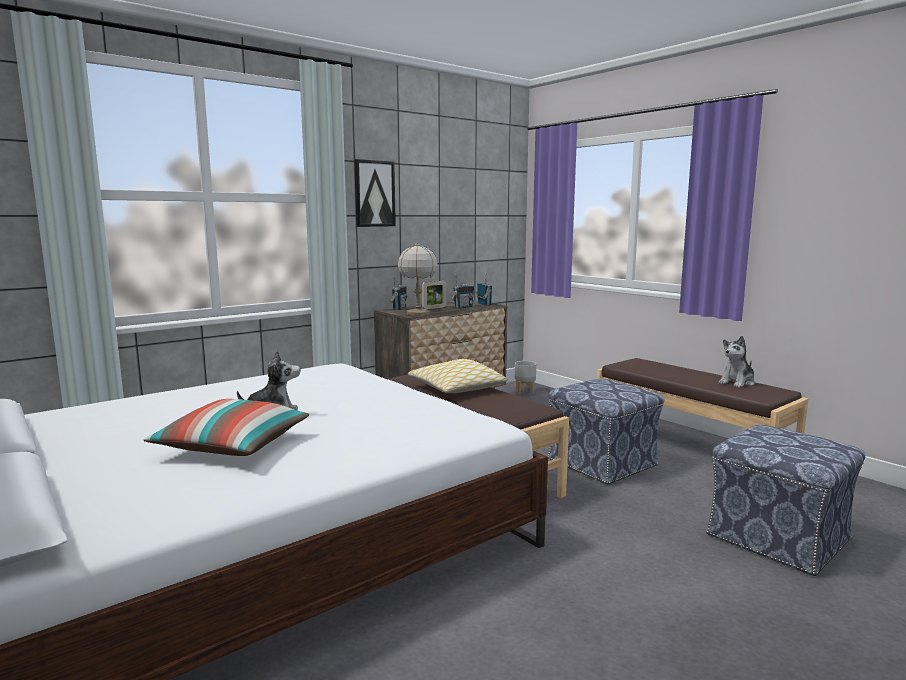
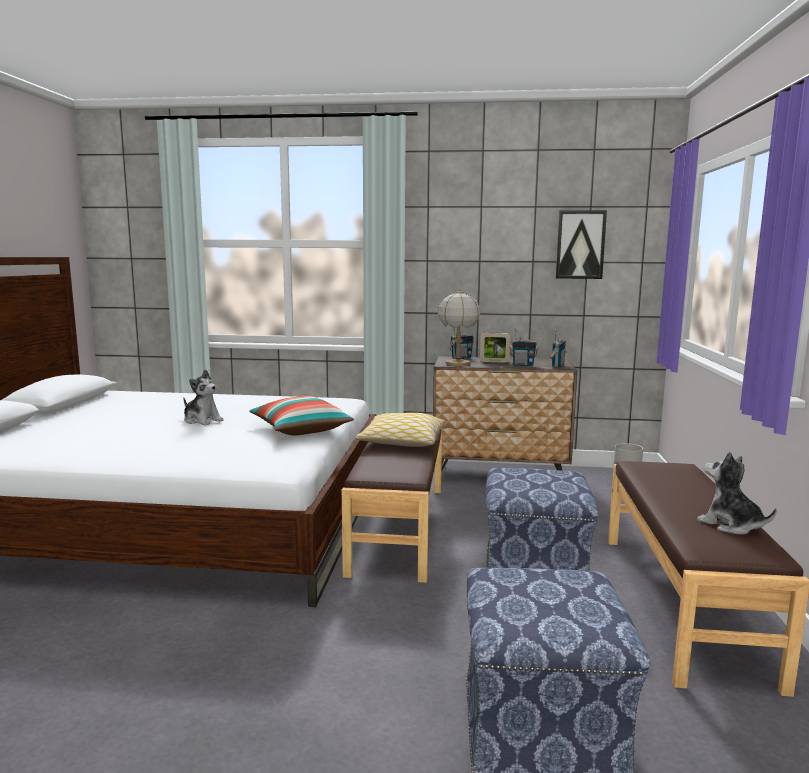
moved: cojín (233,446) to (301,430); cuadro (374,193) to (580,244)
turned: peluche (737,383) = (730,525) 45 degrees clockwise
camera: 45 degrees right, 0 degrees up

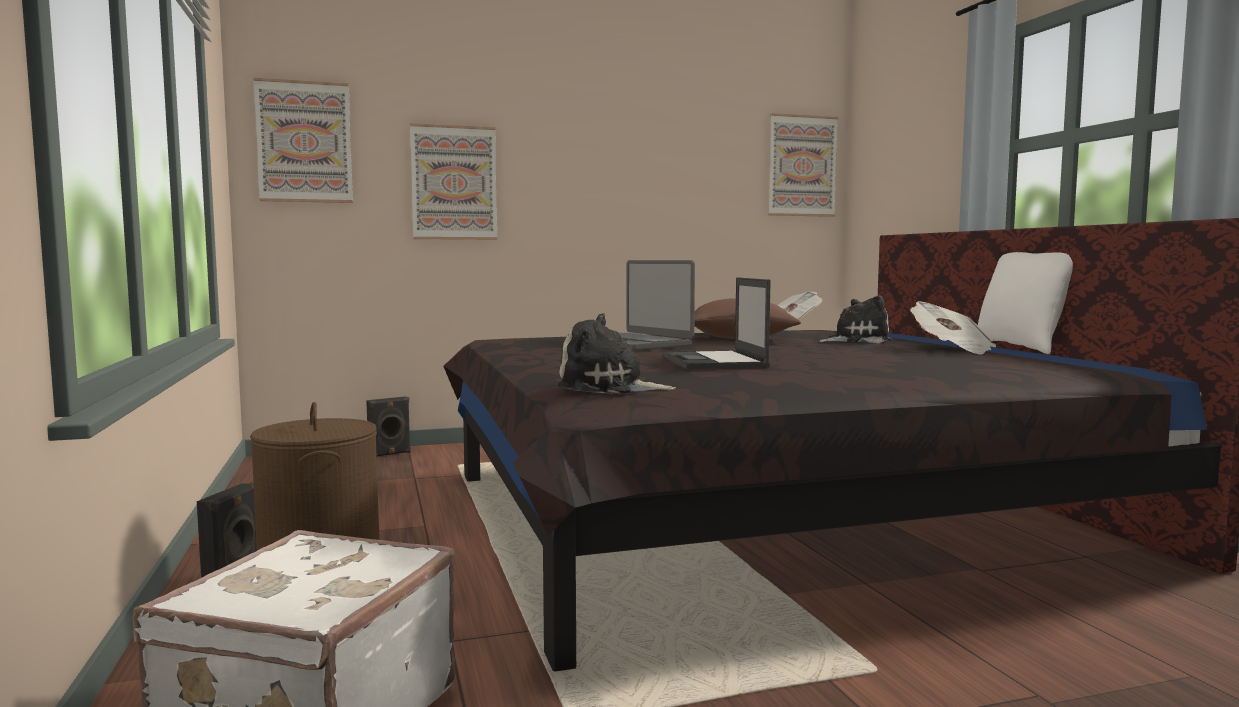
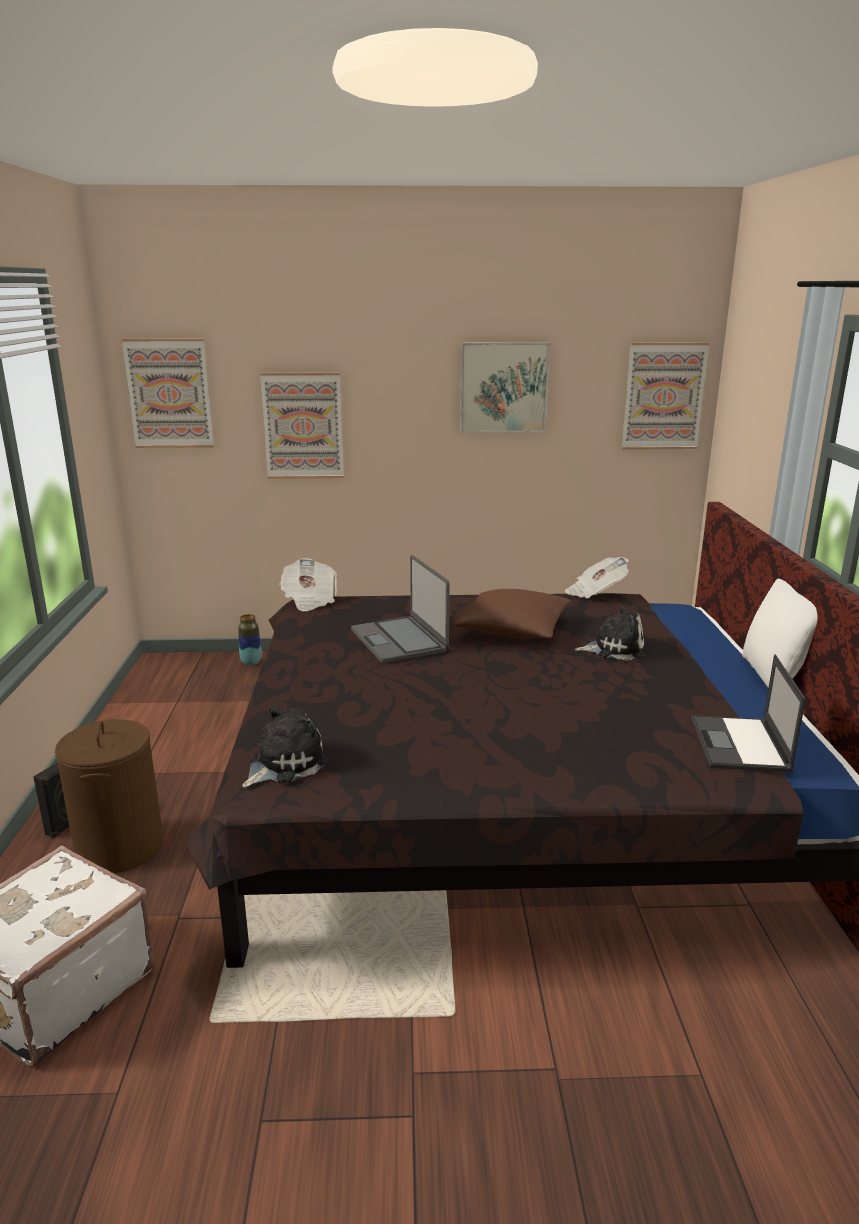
added: cuadro (503,387)
moved: portátil (715,362) to (740,745); periódico (952,350) to (309,600)
replaced: altavoz/negro (390,454) to florero (251,662)
turned: peluche (609,388) = (284,764) 105 degrees clockwise
camera: 15 degrees right, 15 degrees up

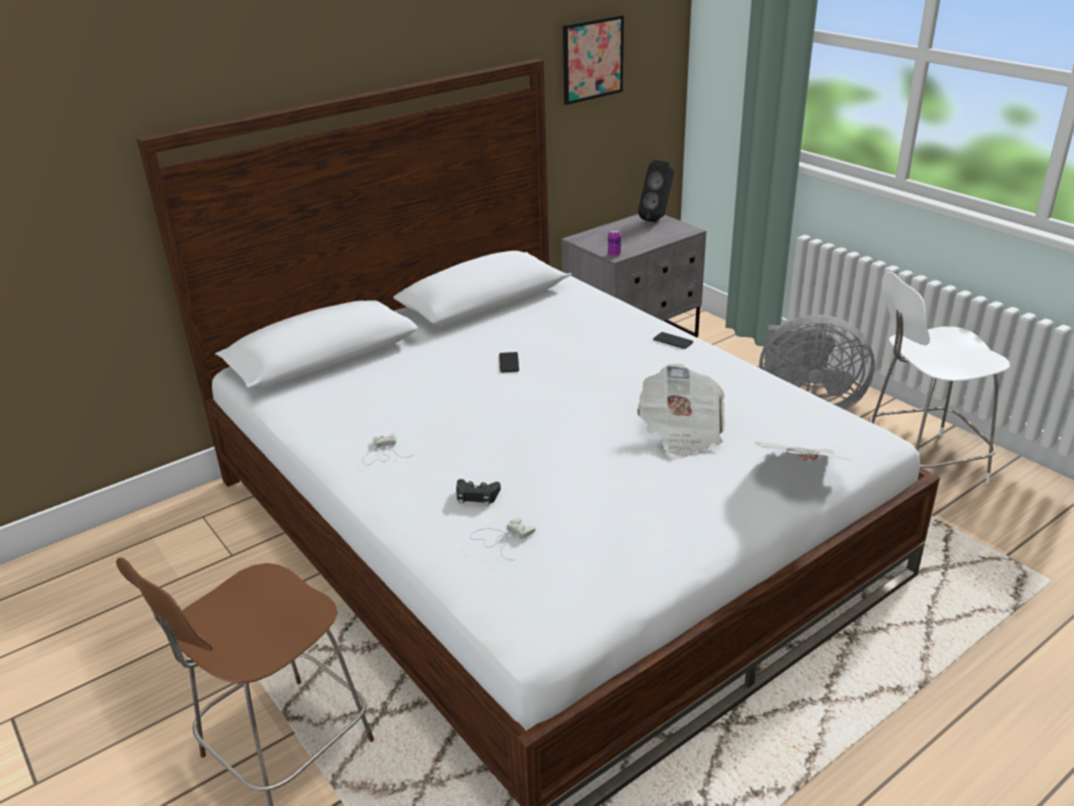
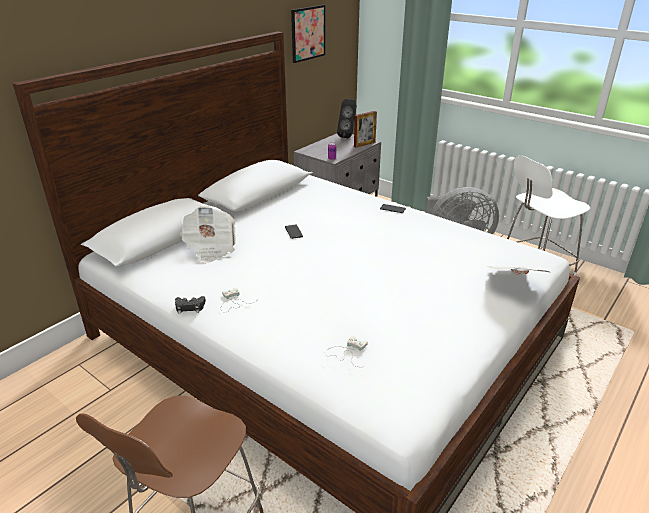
added: portarretratos (364,144)
moved: mando de consola/negro (477,496) to (190,307); periódico (680,432) to (210,248)
camera: 15 degrees left, 0 degrees up

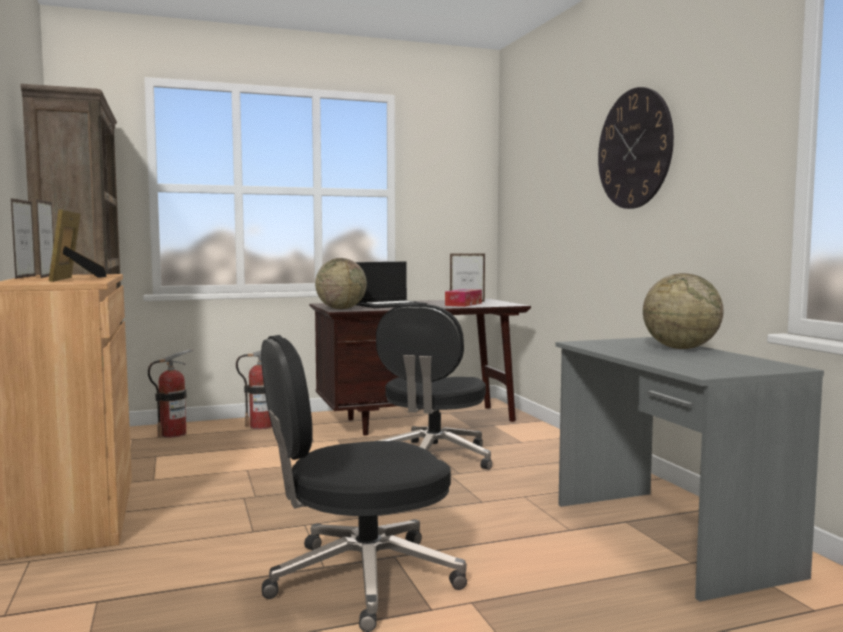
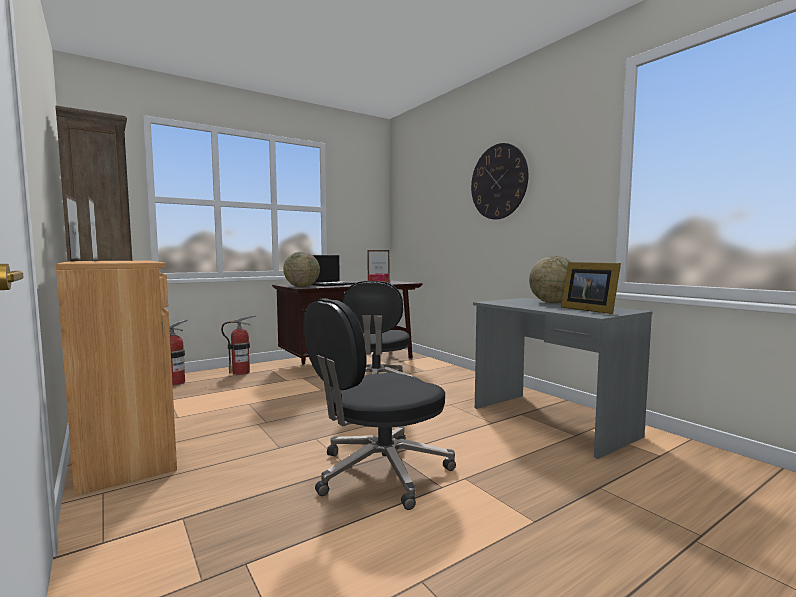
moved: portarretratos (73,279) to (588,310)
camera: 15 degrees left, 0 degrees up

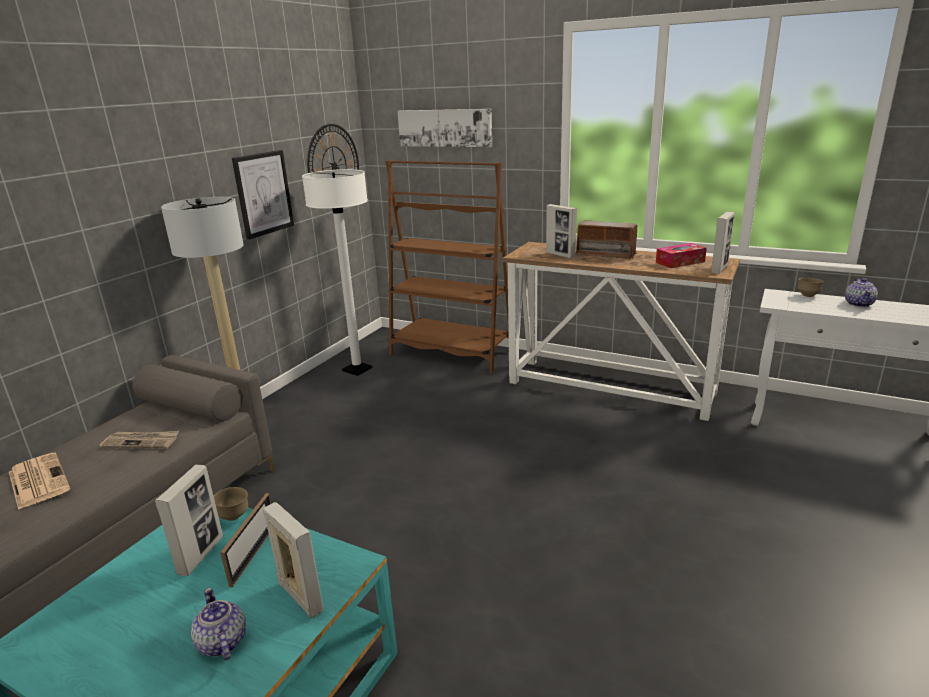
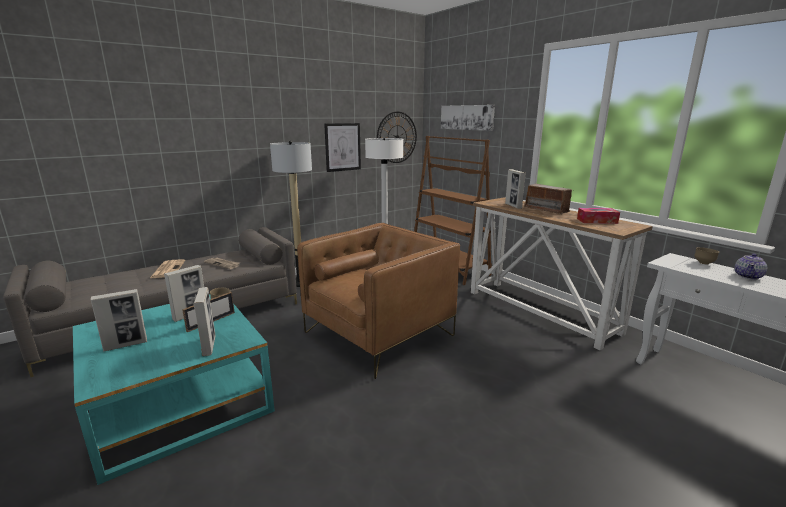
removed: tetera (222,643)
added: sillón/marrón (379,334)
moved: portarretratos (719,269) to (126,345)
camera: 25 degrees right, 5 degrees down

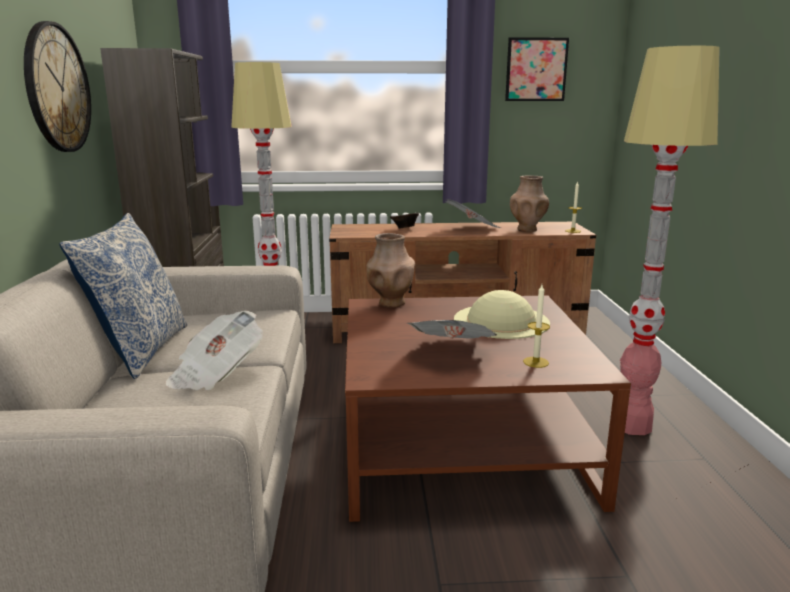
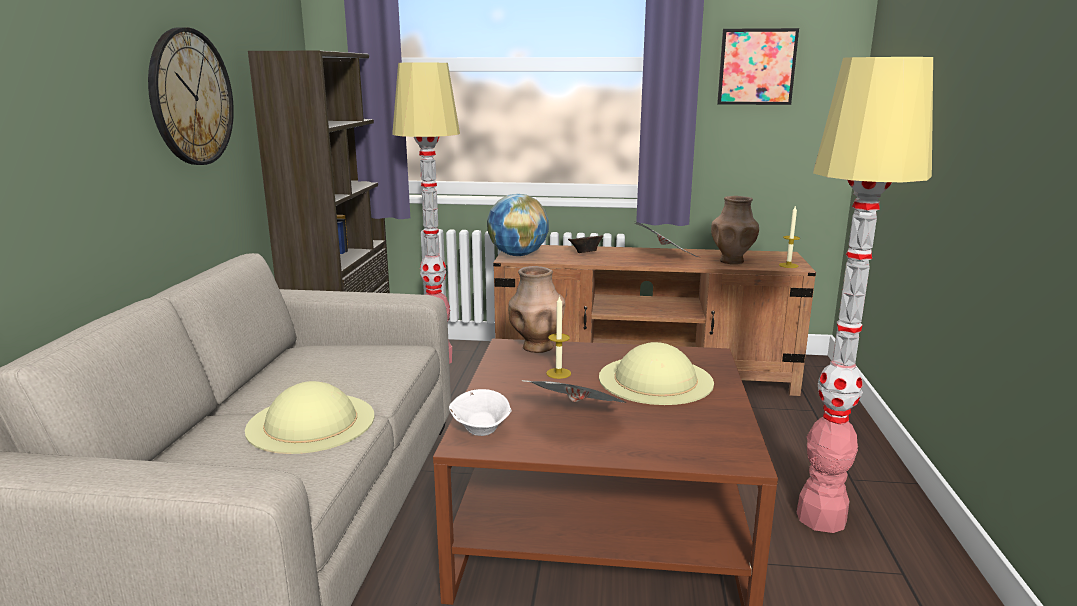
removed: cojín (139,350)
added: cuenco/blanco (482,431); globo terráqueo (518,255)
moved: vela (536,362) to (558,373)
replaced: periódico (216,374) to sombrero/beis (311,422)
camera: 10 degrees right, 0 degrees up

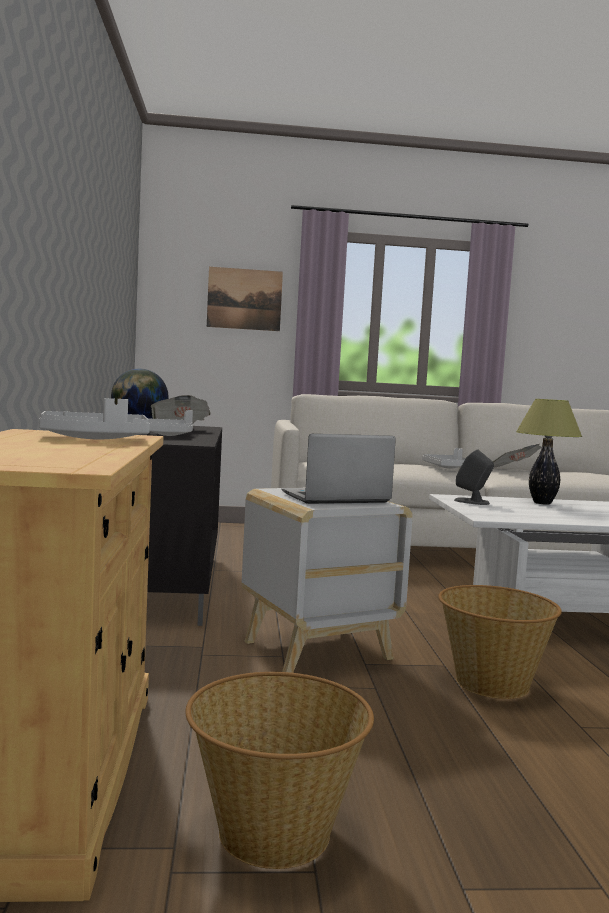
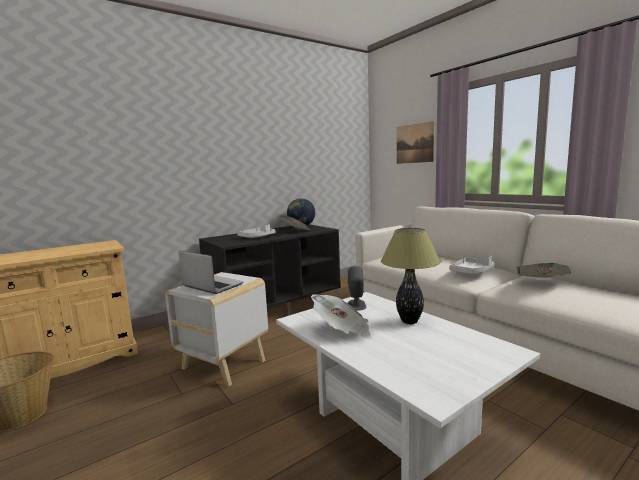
removed: bandeja/gris (95,439); cesta (491,683)
added: periódico (343,331)
camera: 60 degrees right, 5 degrees up

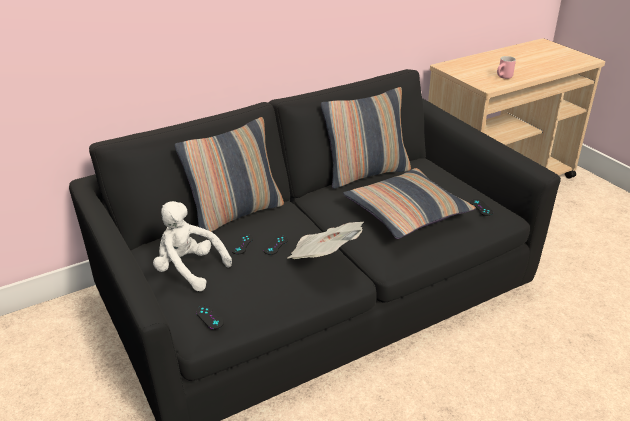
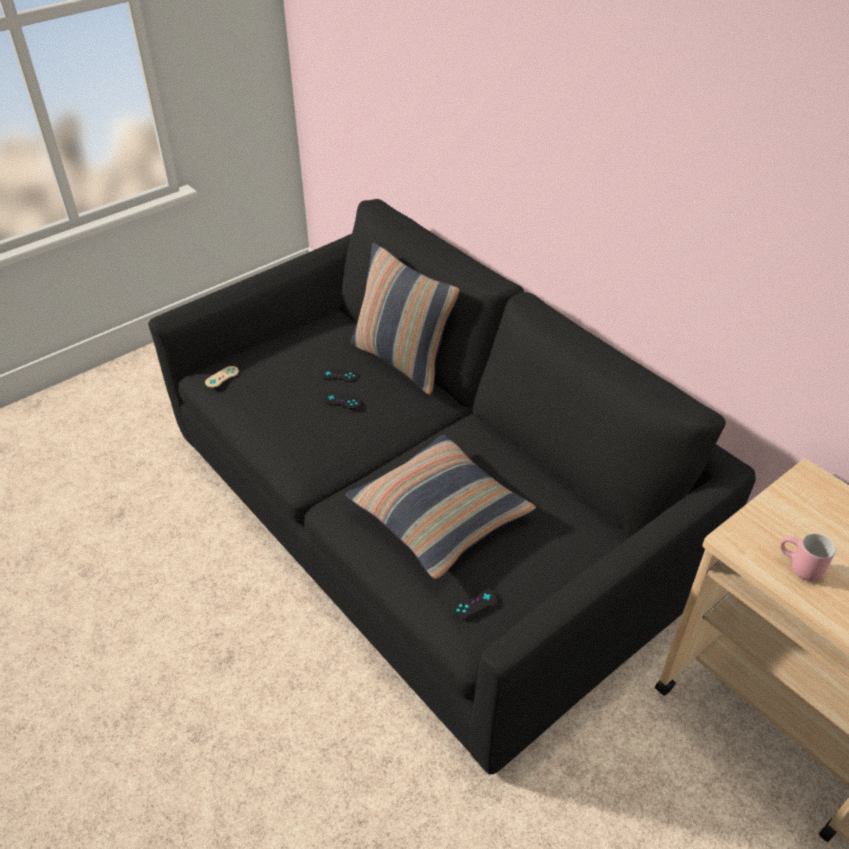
removed: peluche/blanco (189,270); periódico (324,256); cojín (366,173)
recoloured: mando de consola/negro (210,317) to mando de consola/beis (222,377)
camera: 80 degrees right, 10 degrees up

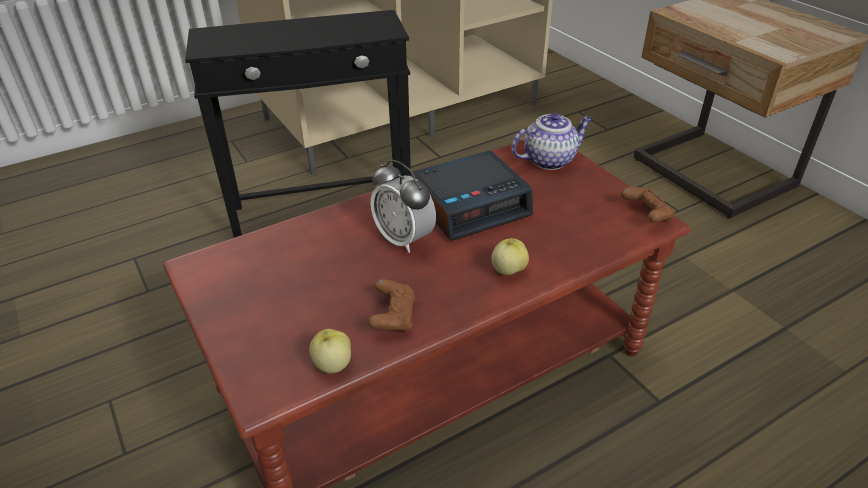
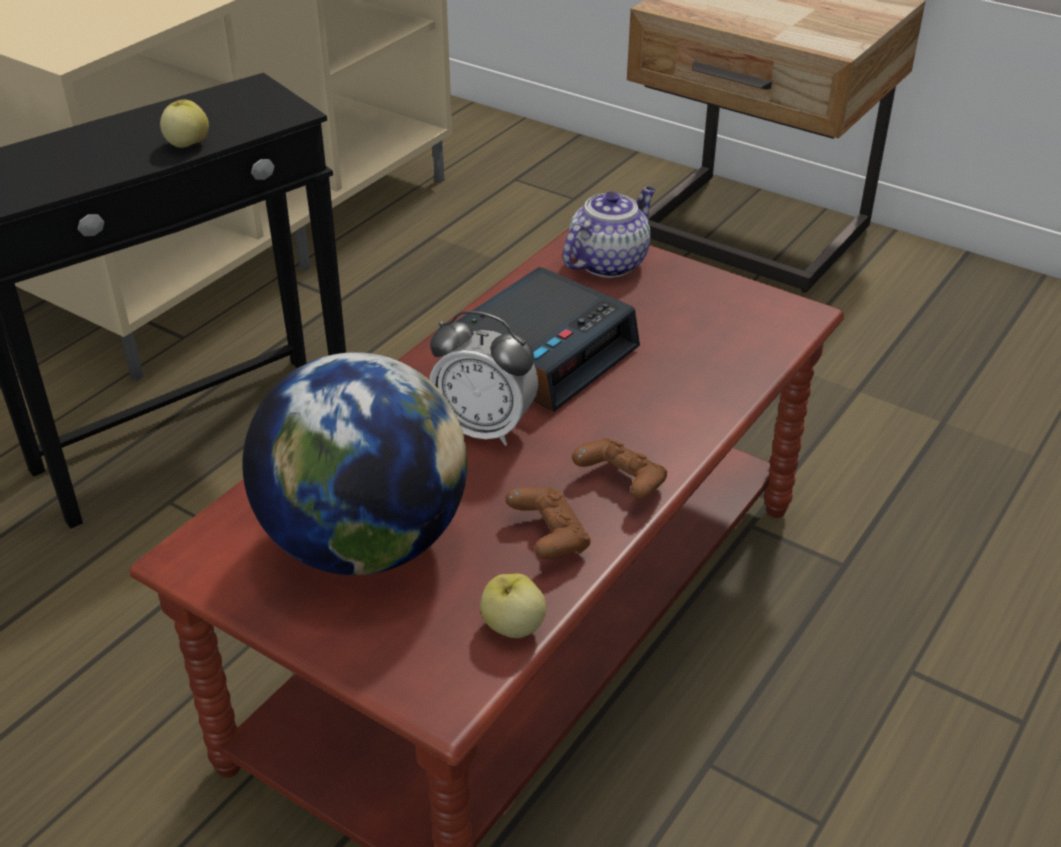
added: globo terráqueo (365,543)
moved: manzana (508,270) to (187,144); mando de consola/marrón (646,215) to (621,484)
camera: 25 degrees left, 0 degrees up

